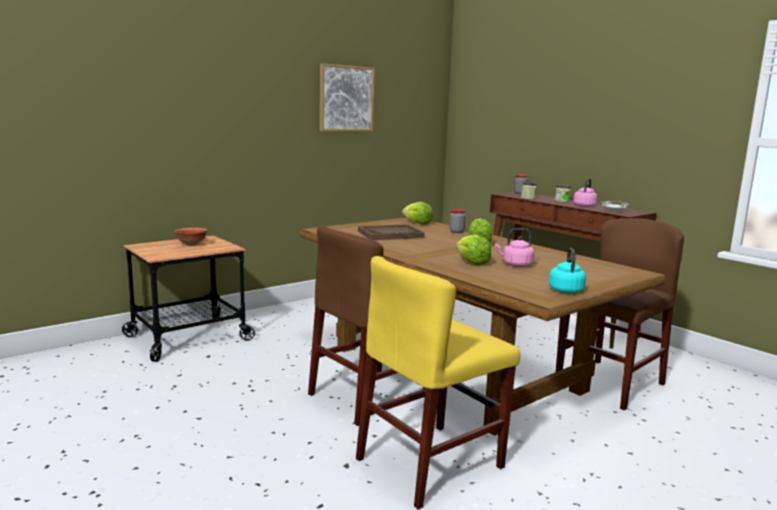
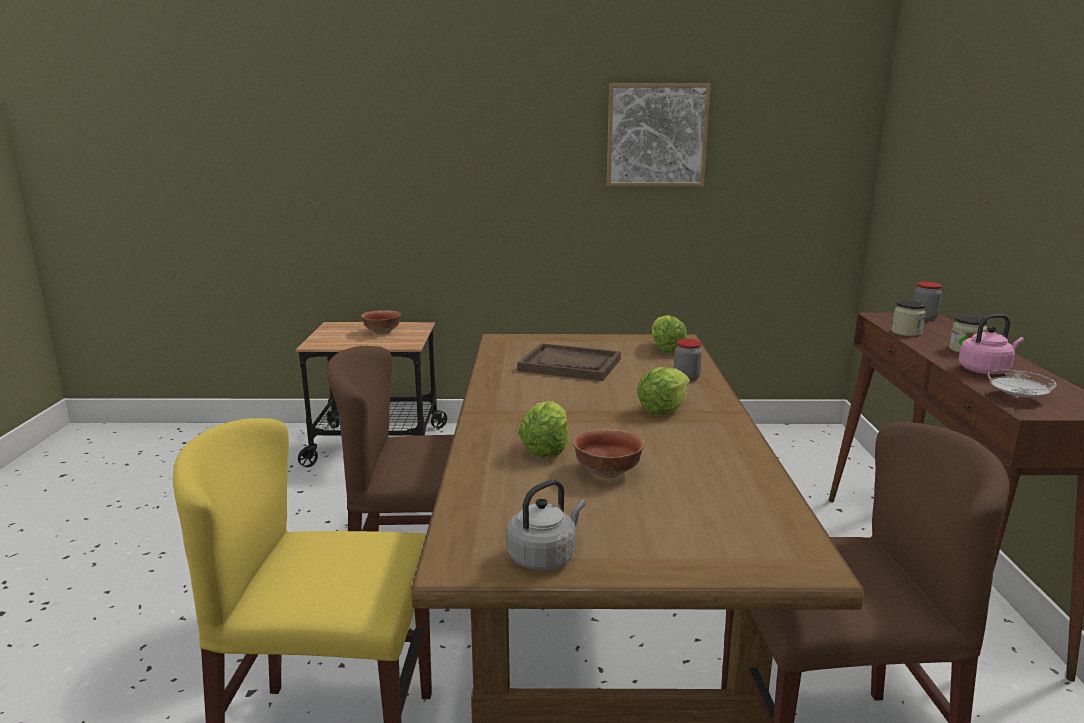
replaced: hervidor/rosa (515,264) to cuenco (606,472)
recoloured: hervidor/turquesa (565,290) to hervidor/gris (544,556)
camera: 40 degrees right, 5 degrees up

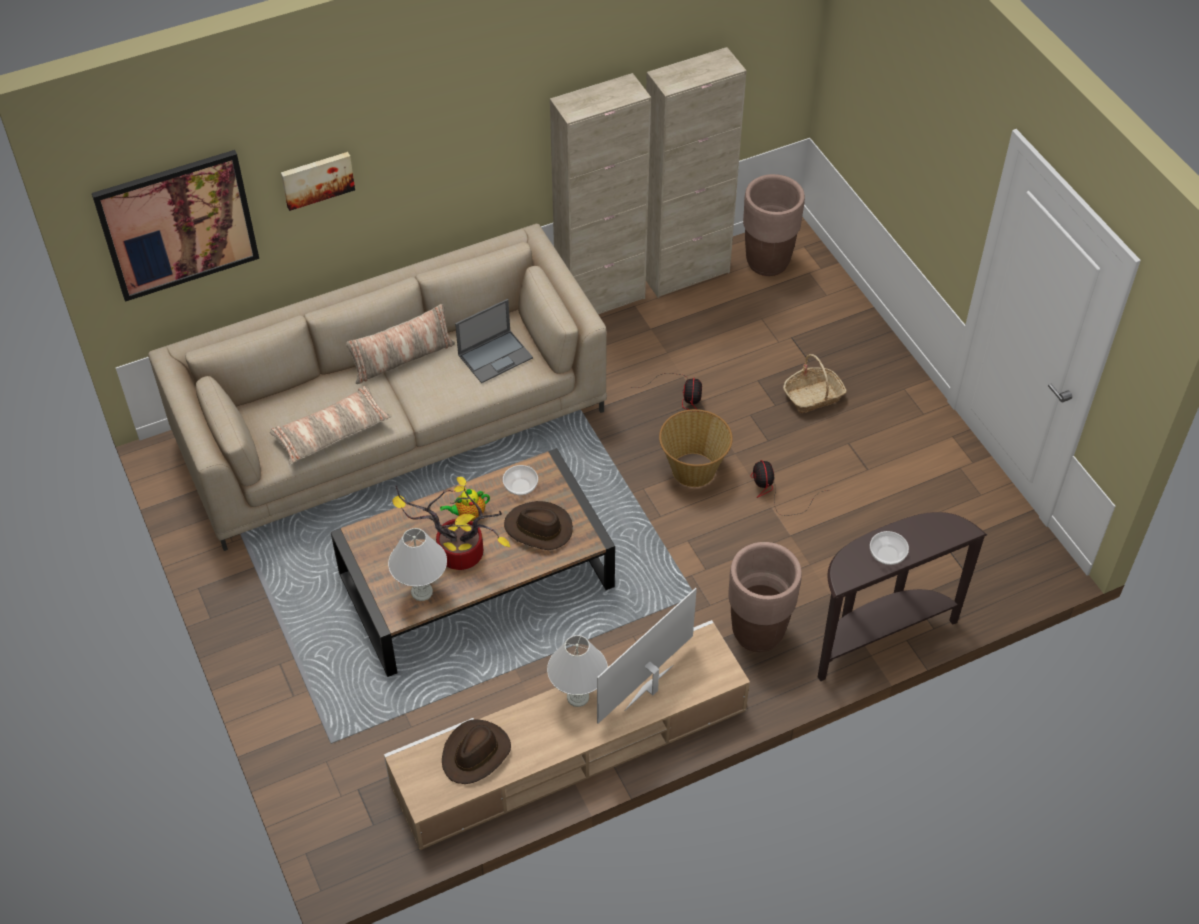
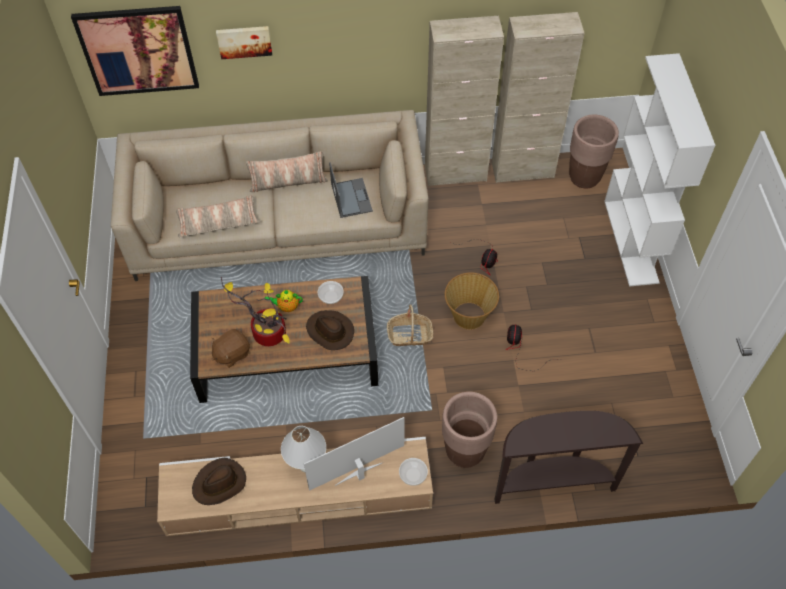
added: estantería/blanco (631,241)
moved: cesta (813,396) to (410,335); cuenco (888,554) to (413,475)
replaced: lámpara de mesa/blanco (422,592) to peluche/marrón (231,354)
turned: portátil (496,356) = (351,197) 90 degrees counterclockwise
camera: 20 degrees right, 5 degrees up

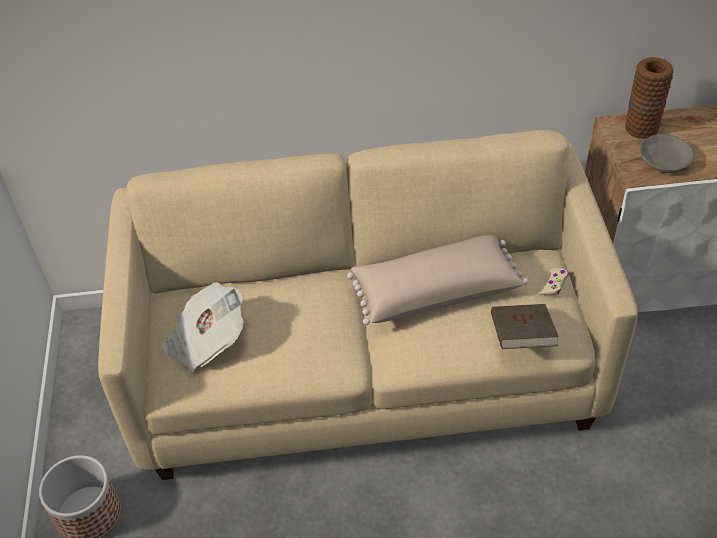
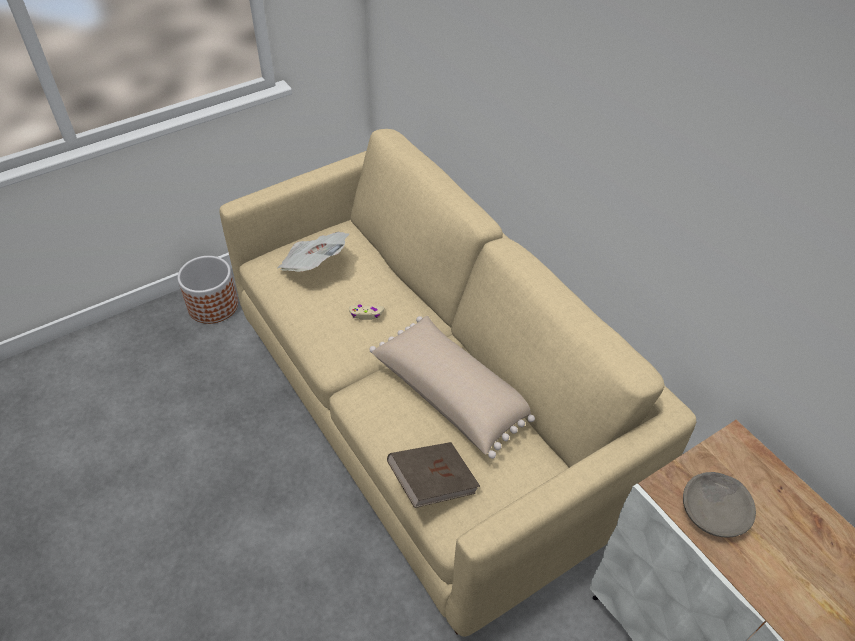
removed: florero/marrón (641,128)
moved: mando de consola/beis (553,285) to (366,314)
camera: 60 degrees right, 0 degrees up

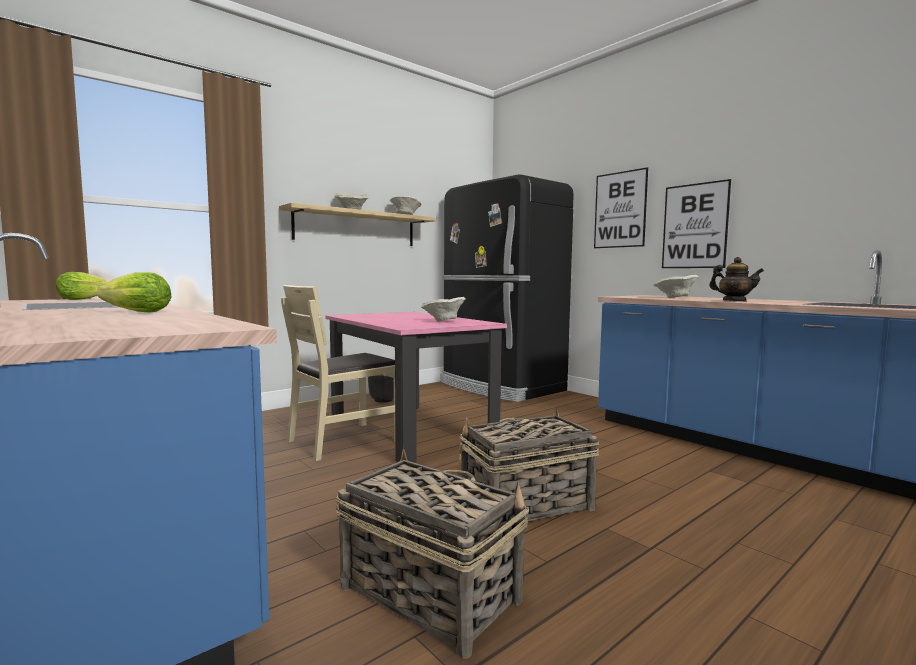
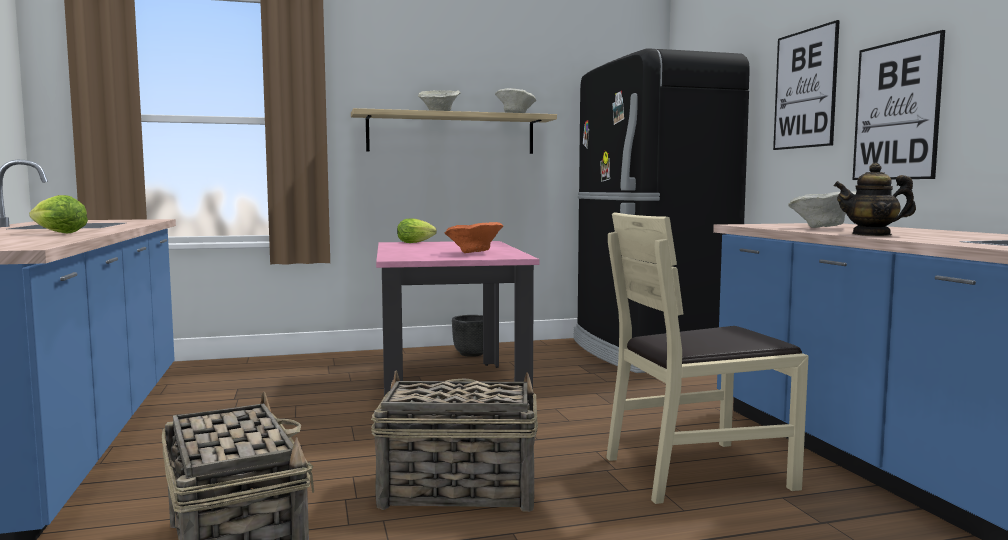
moved: lechuga (85,299) to (417,243); silla/beis (344,441) to (697,471)
recoloured: cuenco/beis (443,321) to cuenco/naranja (474,253)
turned: tetera (734,301) = (872,234) 120 degrees clockwise
camera: 25 degrees right, 0 degrees up

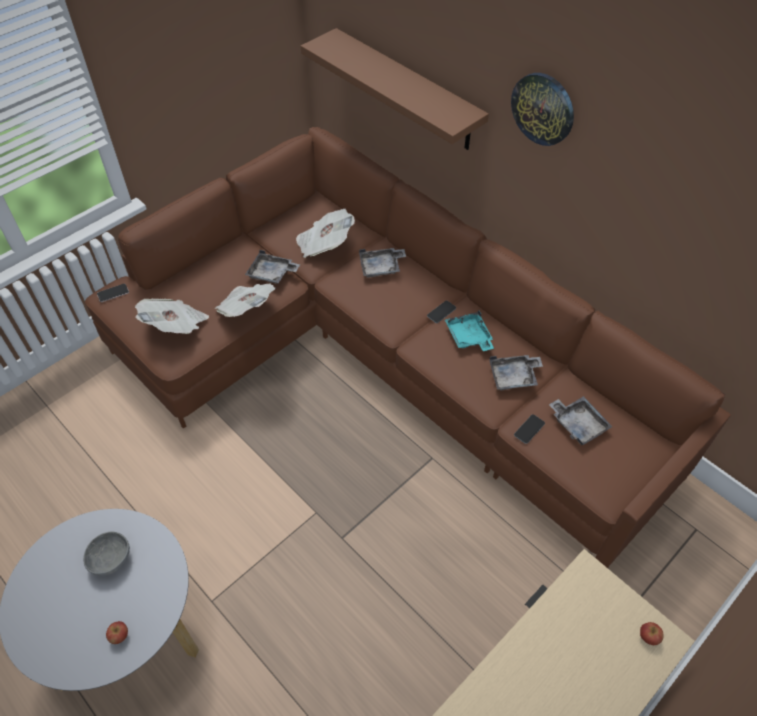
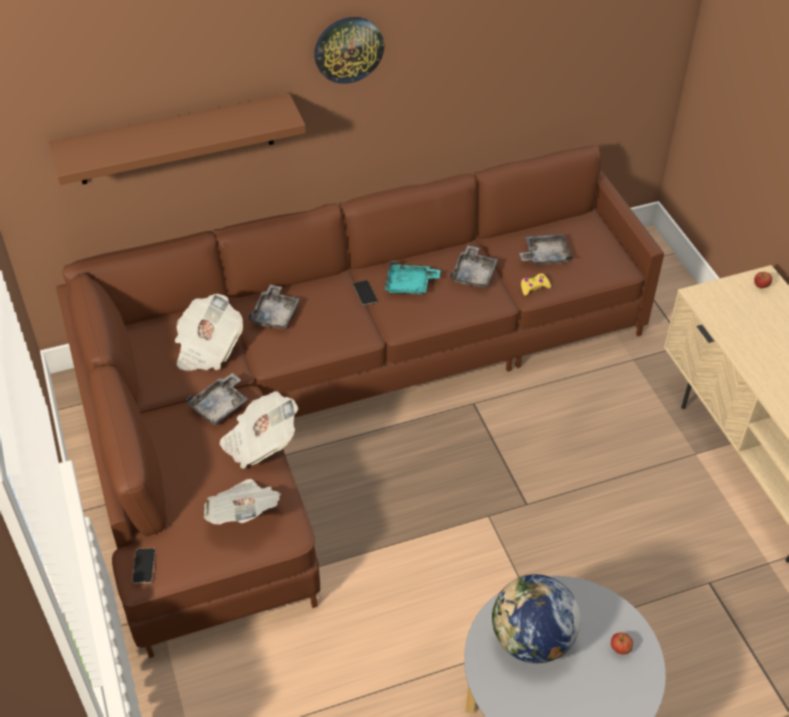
replaced: cuenco/gris (110,559) to globo terráqueo (531,640); móvil (529,429) to mando de consola/amarillo (534,287)
camera: 65 degrees left, 5 degrees down

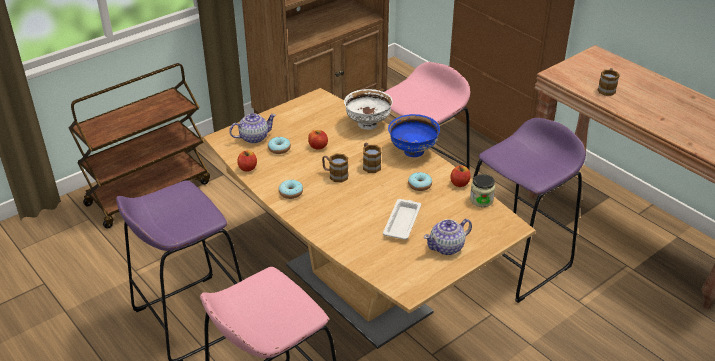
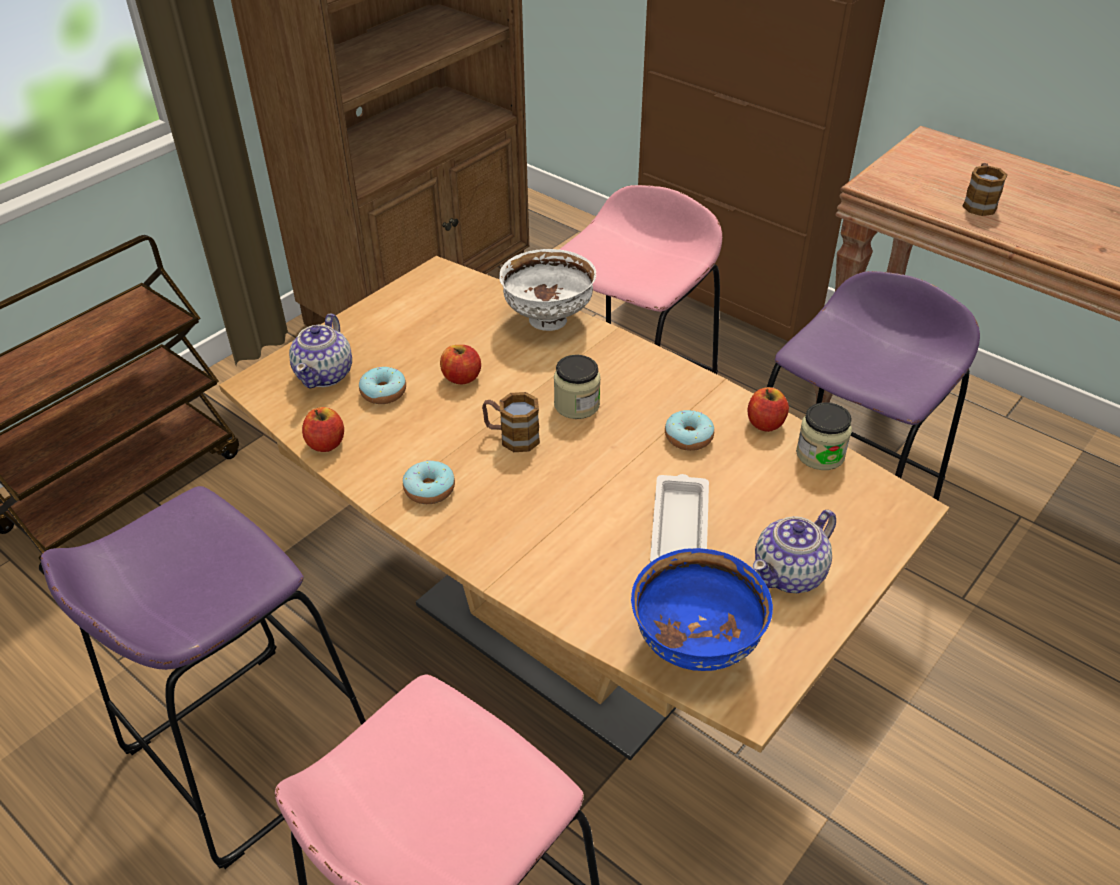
moved: cuenco/azul (412,152) to (695,648)
replaced: taza grande (370,165) to tarro (576,405)
turned: tetera (253,137) = (325,374) 135 degrees clockwise
camera: 10 degrees left, 5 degrees up

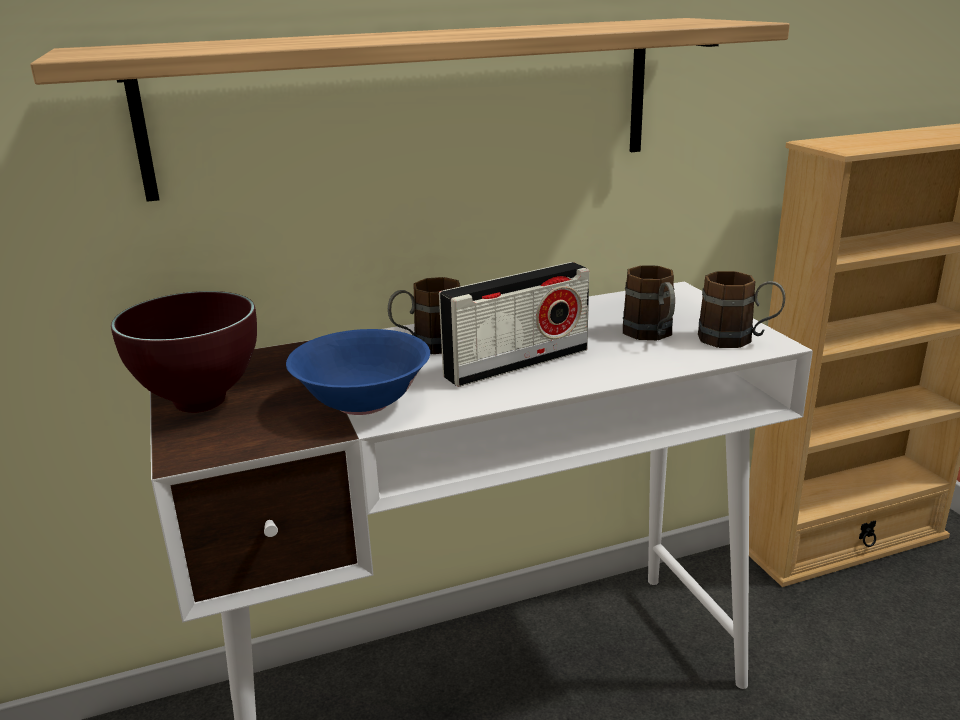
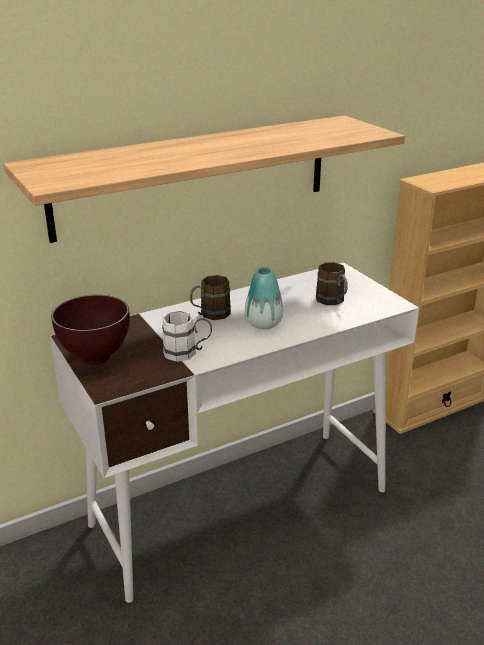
removed: taza grande/marrón (737,340)
replaced: cuenco/azul (362,402) to taza grande/blanco (187,353); radio (517,363) to florero (263,324)
camera: 10 degrees left, 5 degrees up

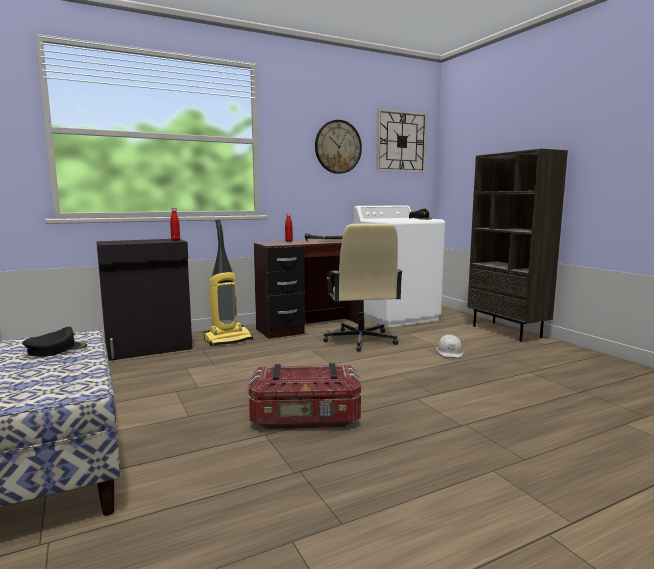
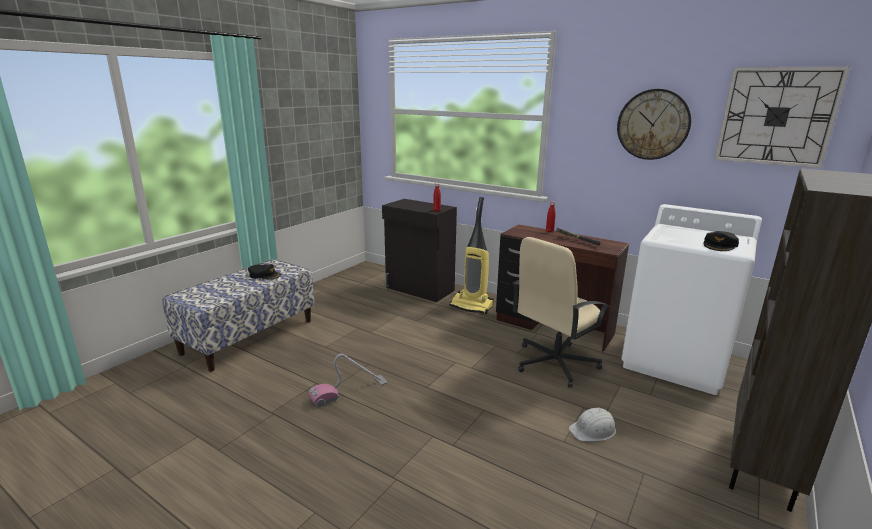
replaced: caja de almacenaje (305,419) to aspiradora (349,391)
camera: 60 degrees right, 10 degrees up

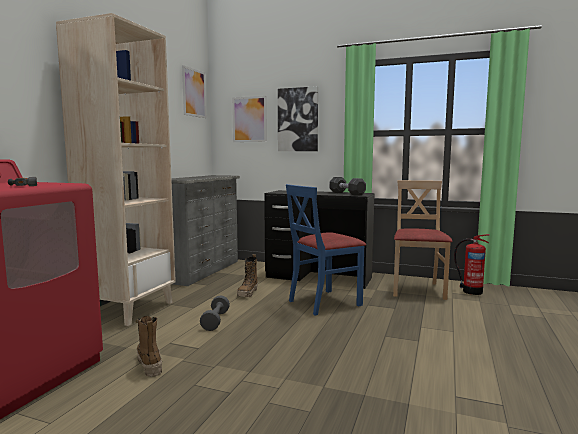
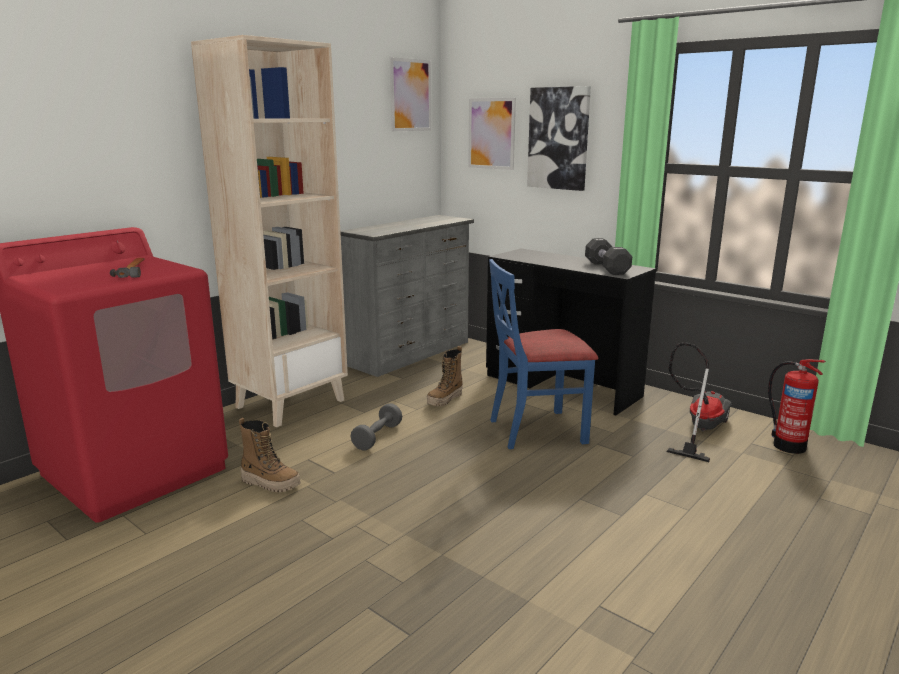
replaced: silla/beis (417,290) to aspiradora (698,429)
turned: bota (149,364) = (271,483) 120 degrees clockwise
camera: 20 degrees right, 10 degrees up

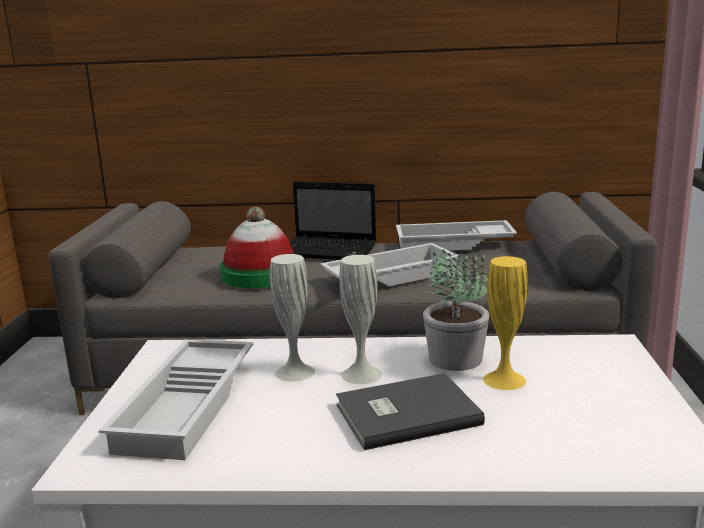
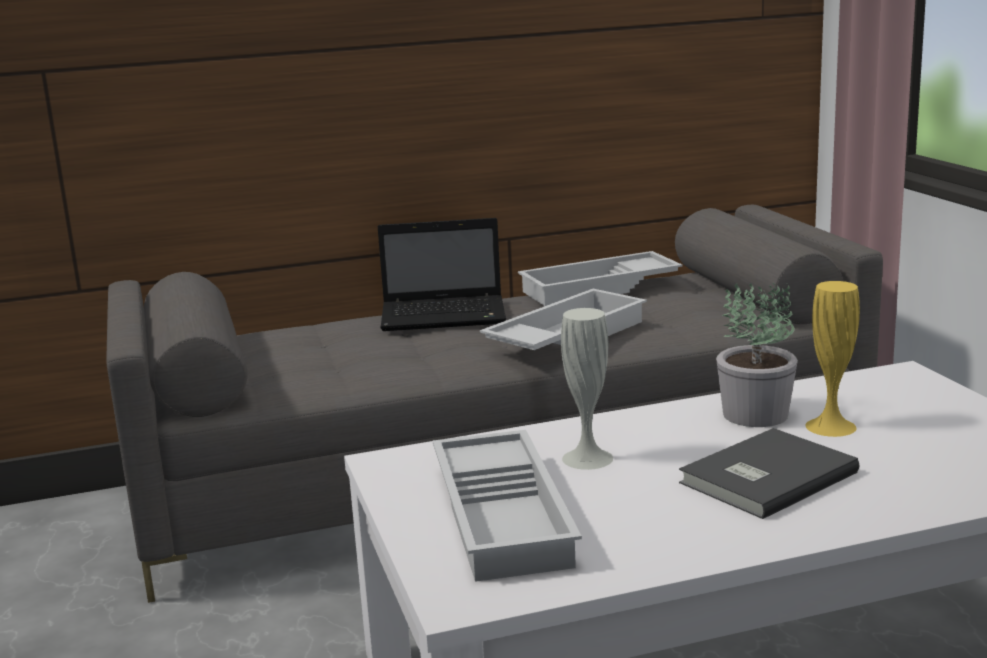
removed: sombrero (260,274); florero/blanco (361,374)
camera: 20 degrees left, 0 degrees up

